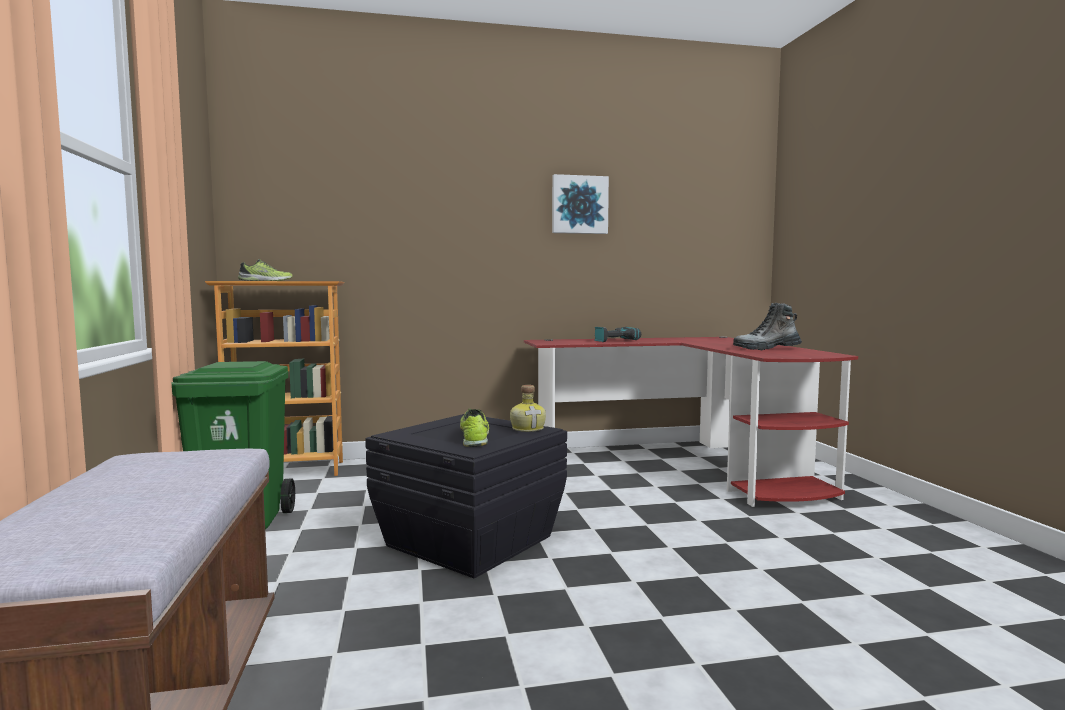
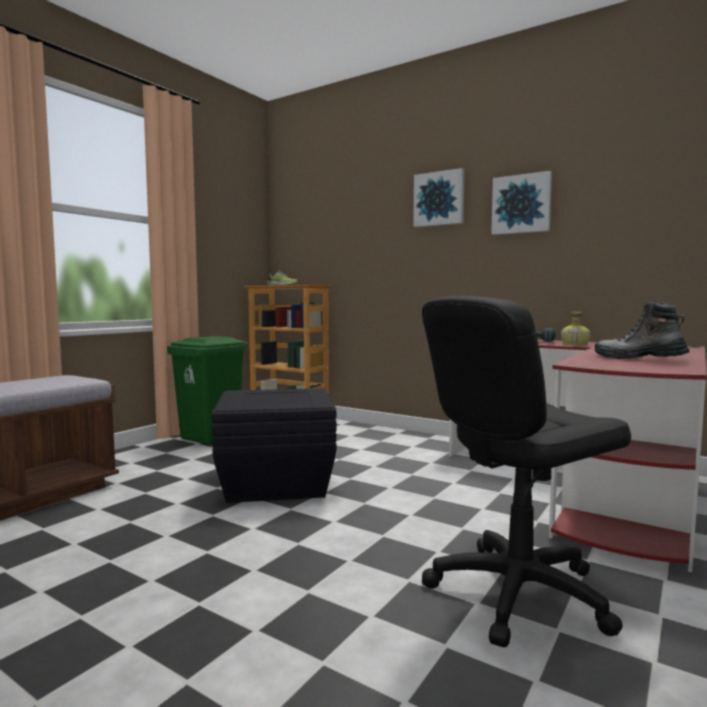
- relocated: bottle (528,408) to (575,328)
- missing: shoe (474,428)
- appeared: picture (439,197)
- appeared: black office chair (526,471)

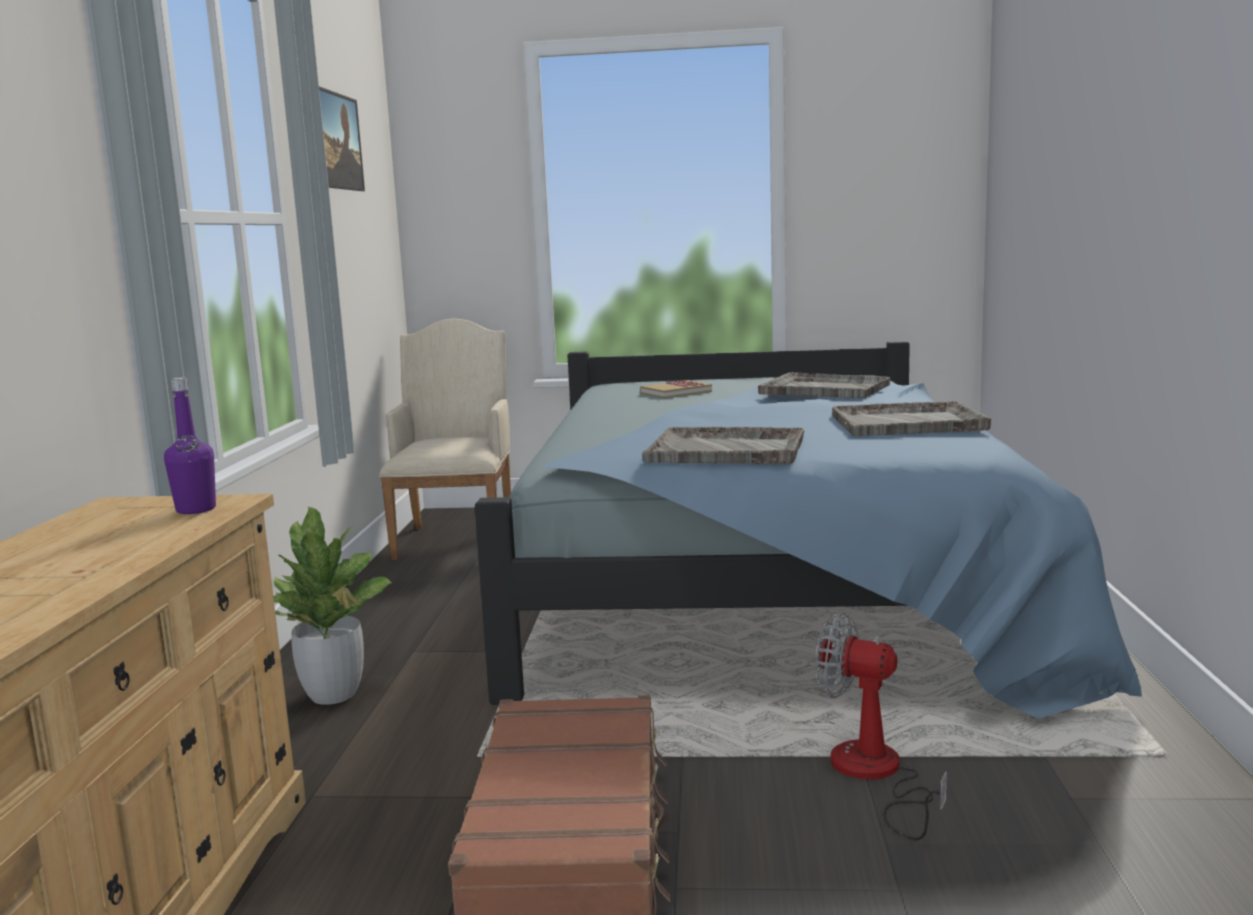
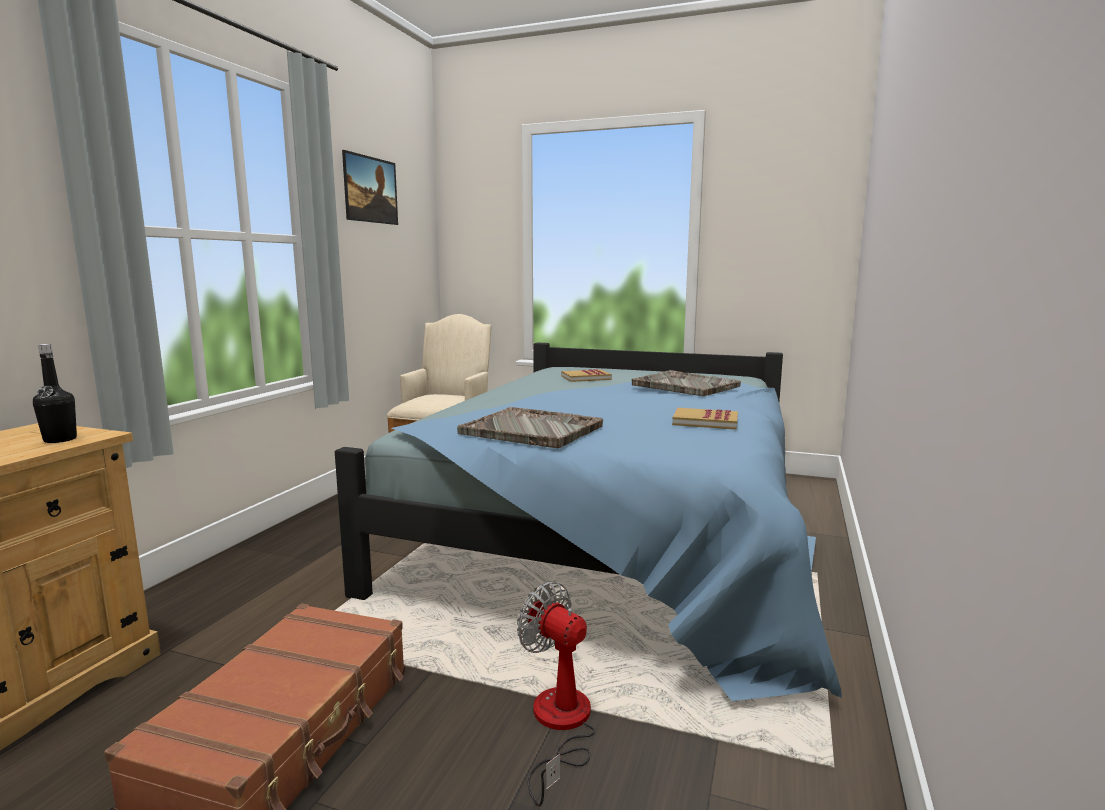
- colour: purple bottle (190,445) to black bottle (55,393)
- exchanged: grey tray (911,418) to book (705,419)
- missing: potted plant (332,606)

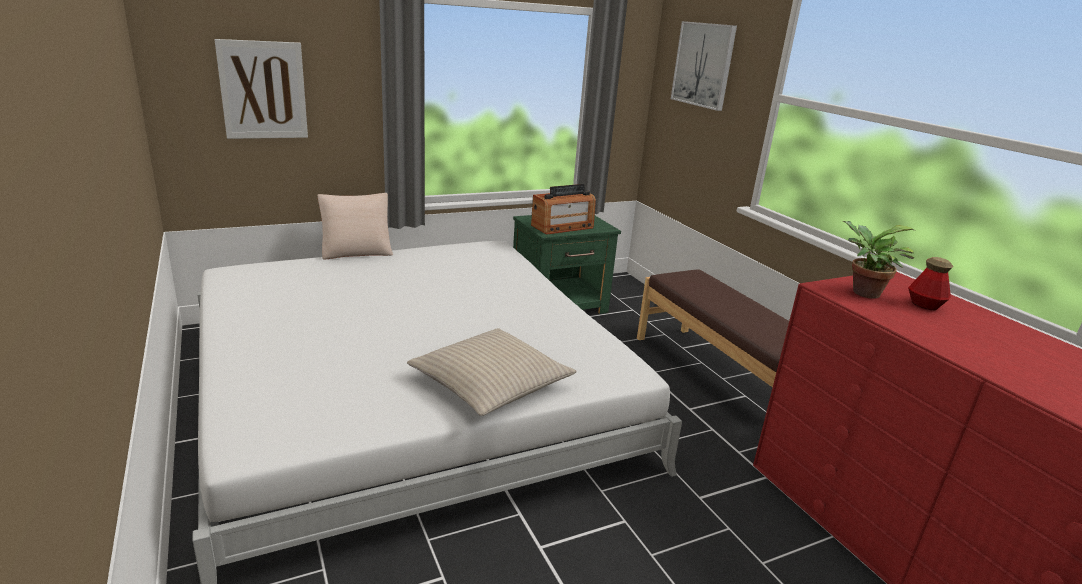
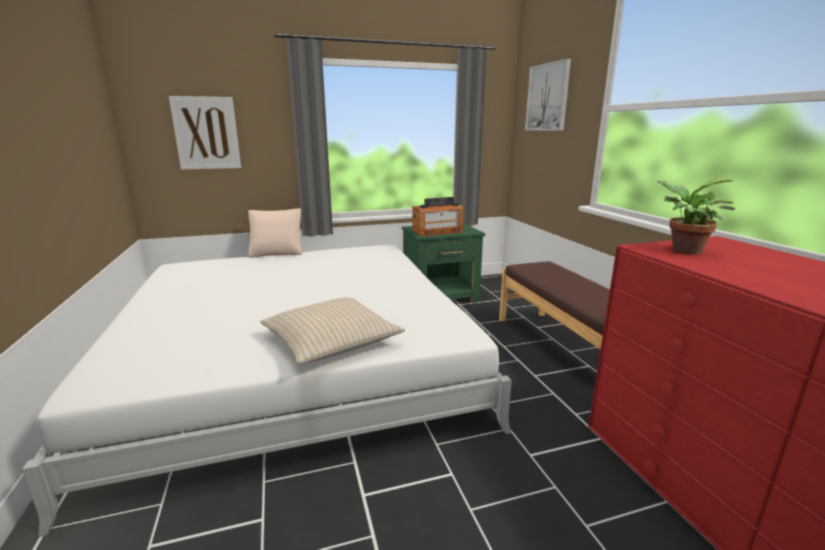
- missing: bottle (930,283)

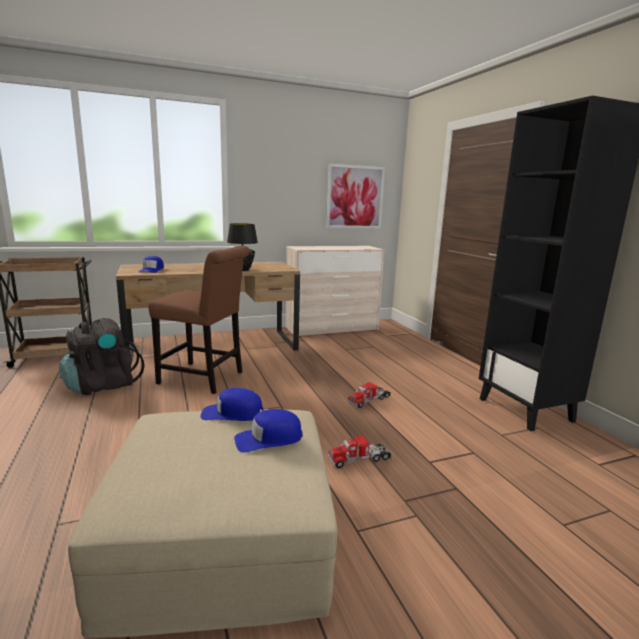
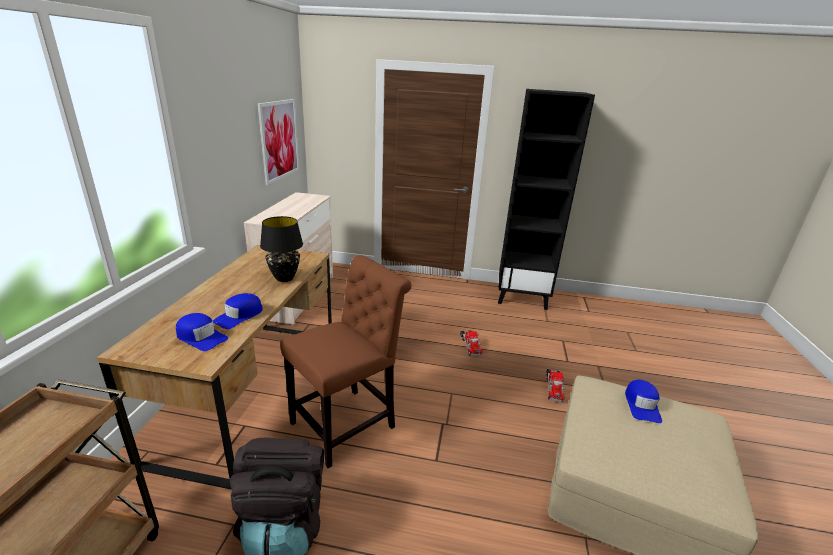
- relocated: blue cap (232,404) to (238,311)

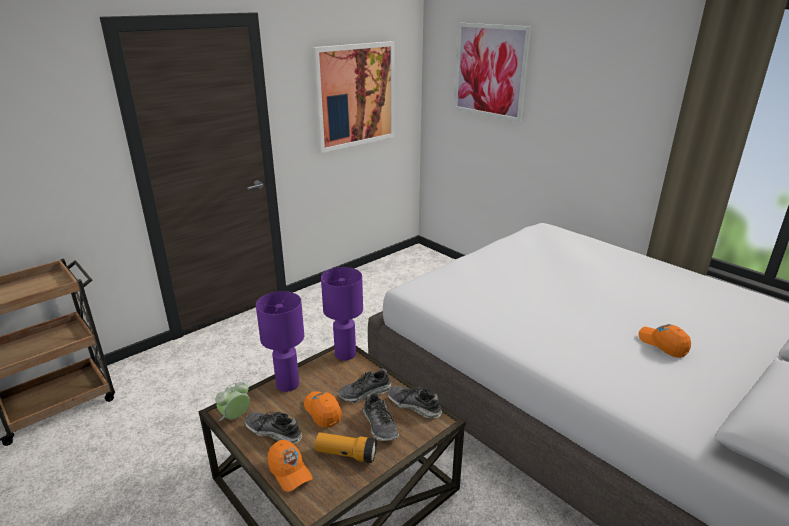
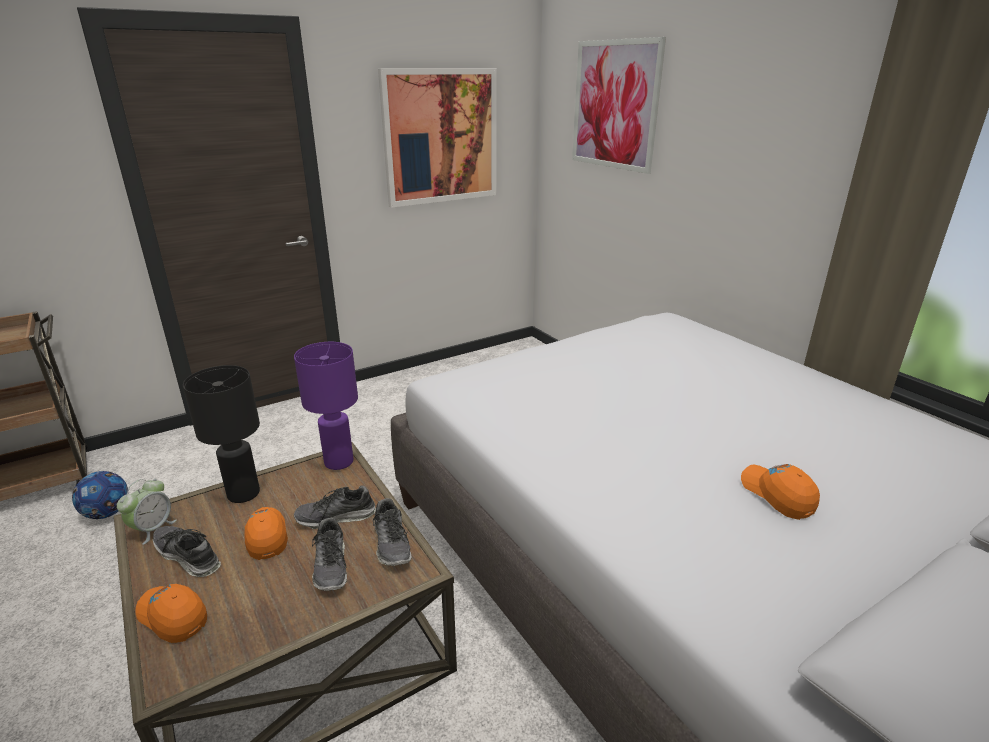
- colour: purple table lamp (280,341) to black table lamp (221,434)
- spun: alarm clock (232,401) = (147,512) 150 degrees clockwise
- spun: shoe (415,402) = (392,532) 150 degrees counterclockwise
- missing: flashlight (346,447)
- spun: orange cap (289,466) = (171,613) 150 degrees clockwise
- appeared: football (100,495)

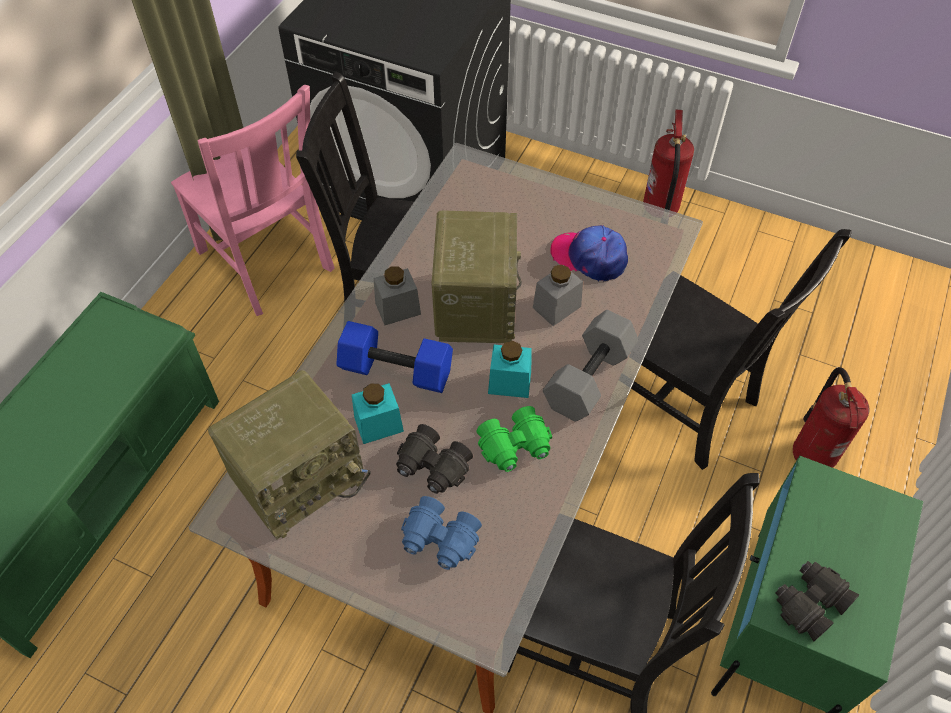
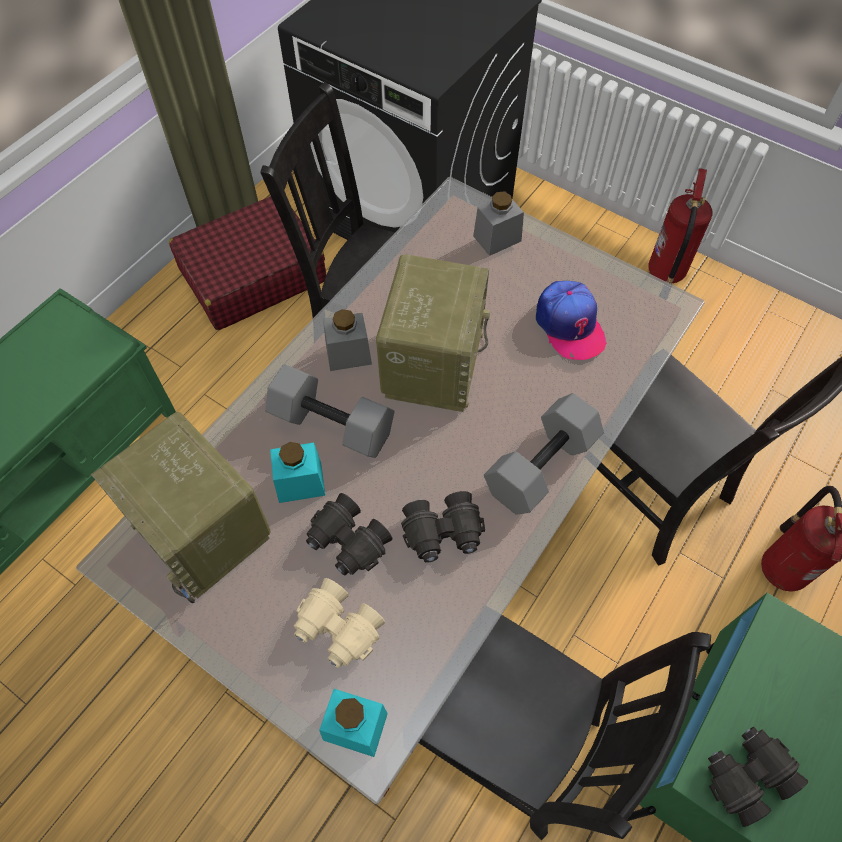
- exchanged: pink chair (252,200) to red suitcase (248,263)
- spun: cap (589,253) = (571,320) 150 degrees counterclockwise
- relocated: grey jar (558,295) to (498,224)
- colour: blue dumbbell (394,357) to grey dumbbell (330,411)
- relocated: turquoise jar (510,369) to (353,723)
- spun: radio (289,454) = (181,507) 75 degrees clockwise
- colour: green binoculars (514,439) to black binoculars (443,527)
- colour: blue binoculars (441,533) to beige binoculars (339,623)

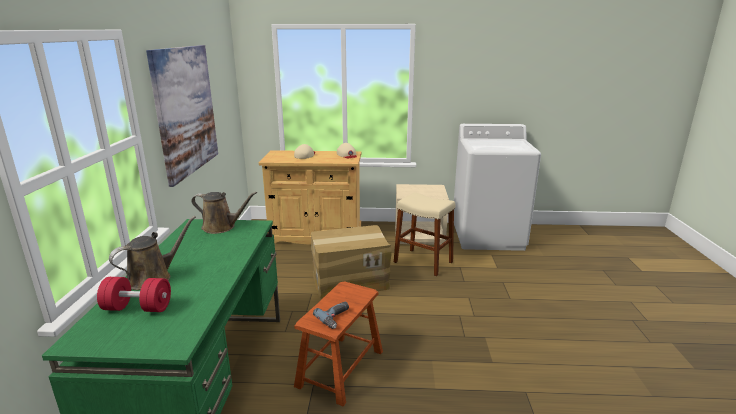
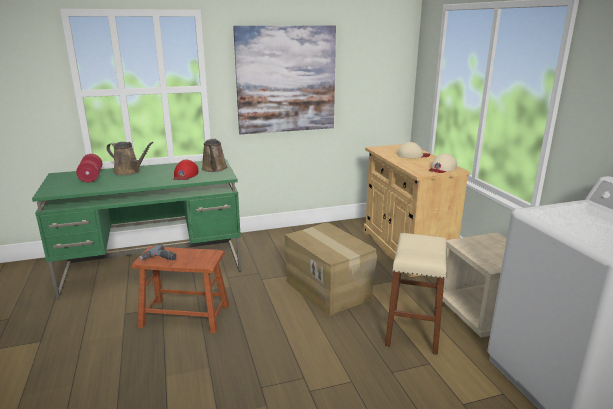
- appeared: red cap (186,169)

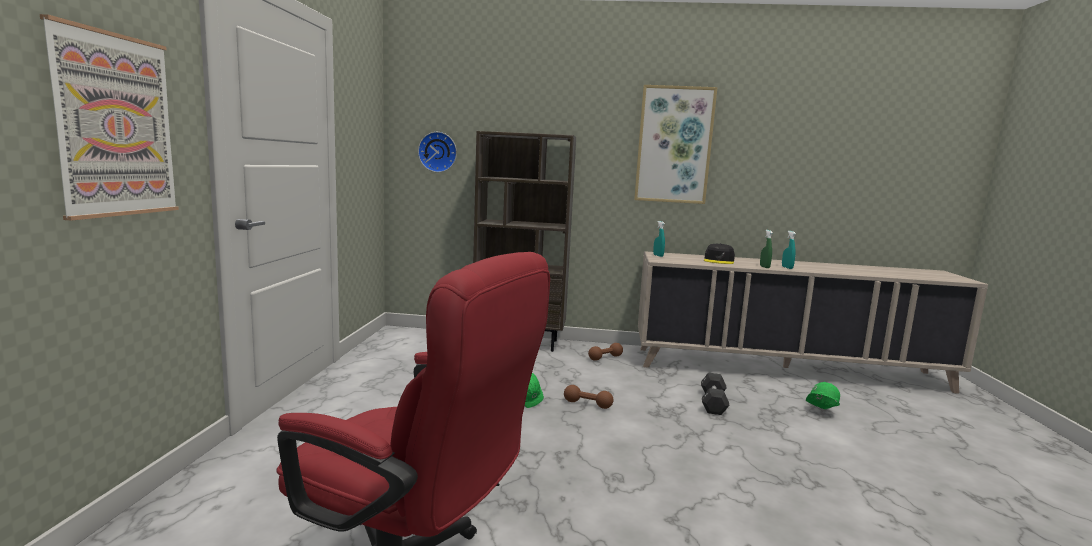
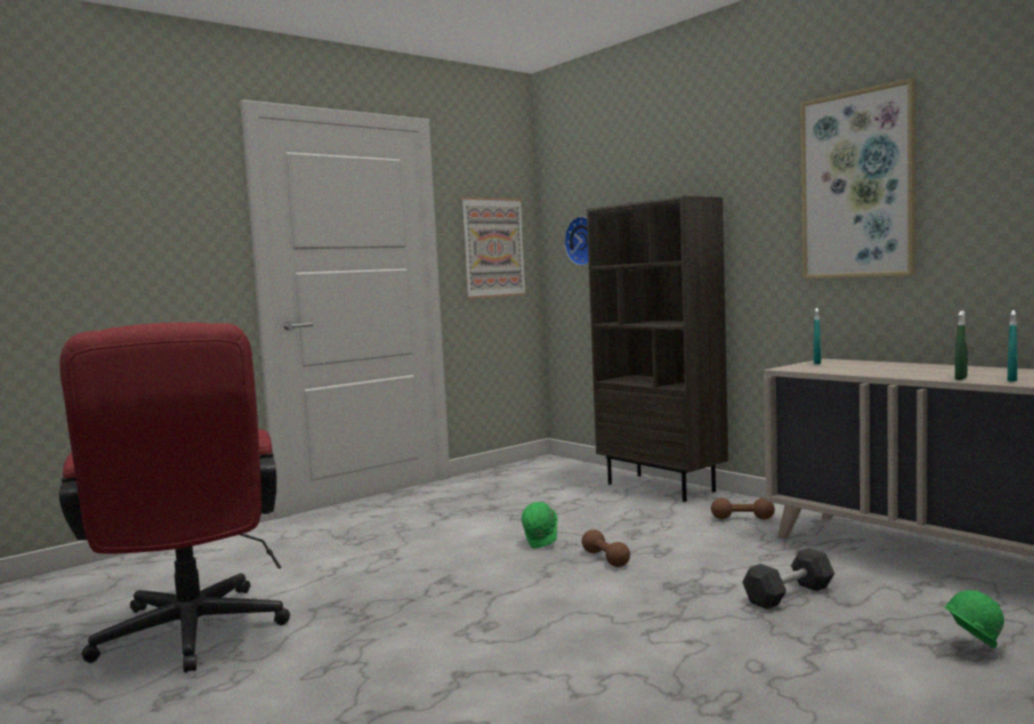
- relocated: picture (109,117) to (493,248)
- missing: black cap (719,253)

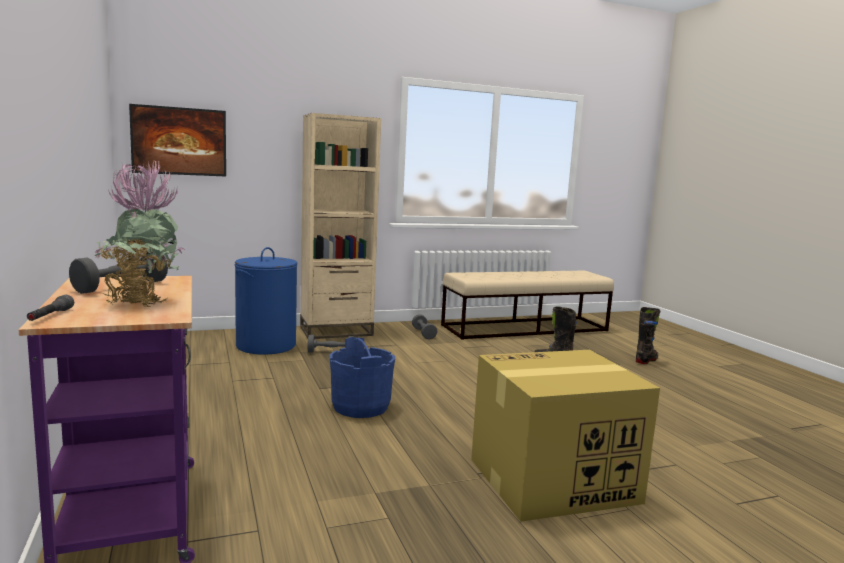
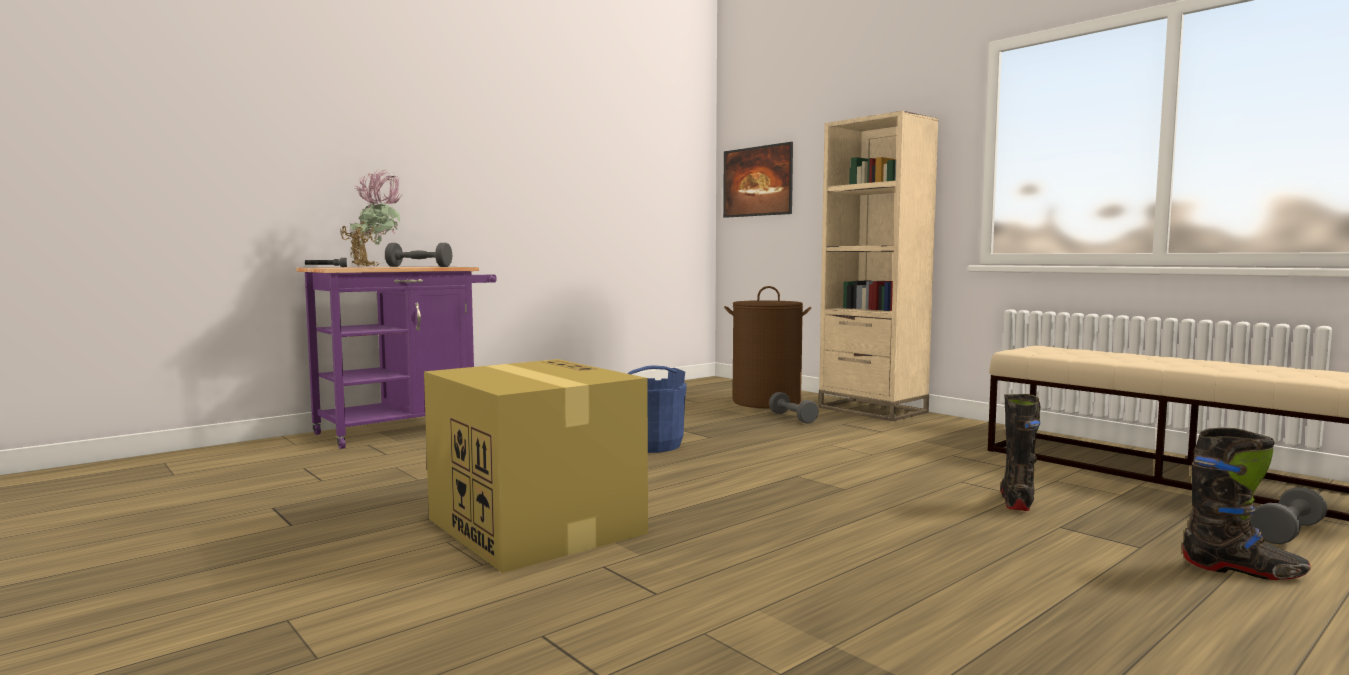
- colour: blue laundry basket (266,300) to brown laundry basket (767,347)
- relocated: grey dumbbell (424,326) to (1288,515)

